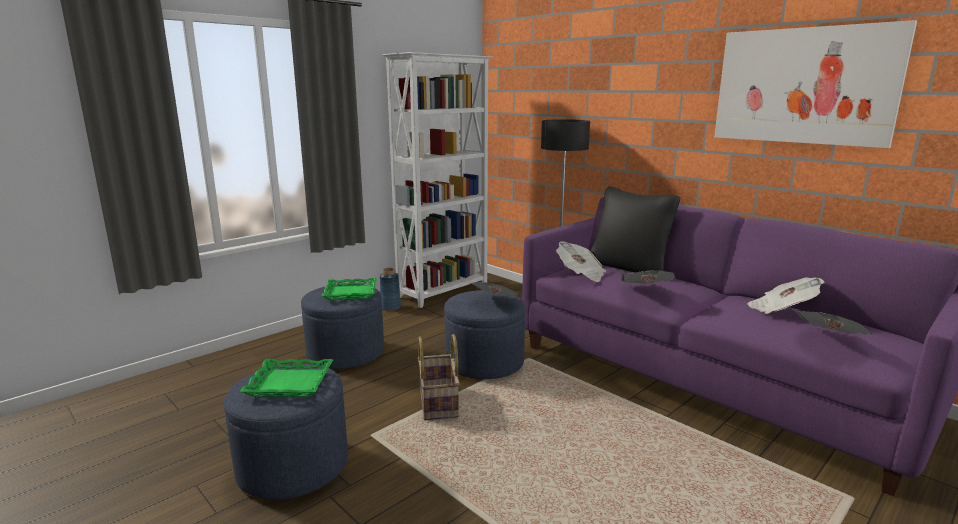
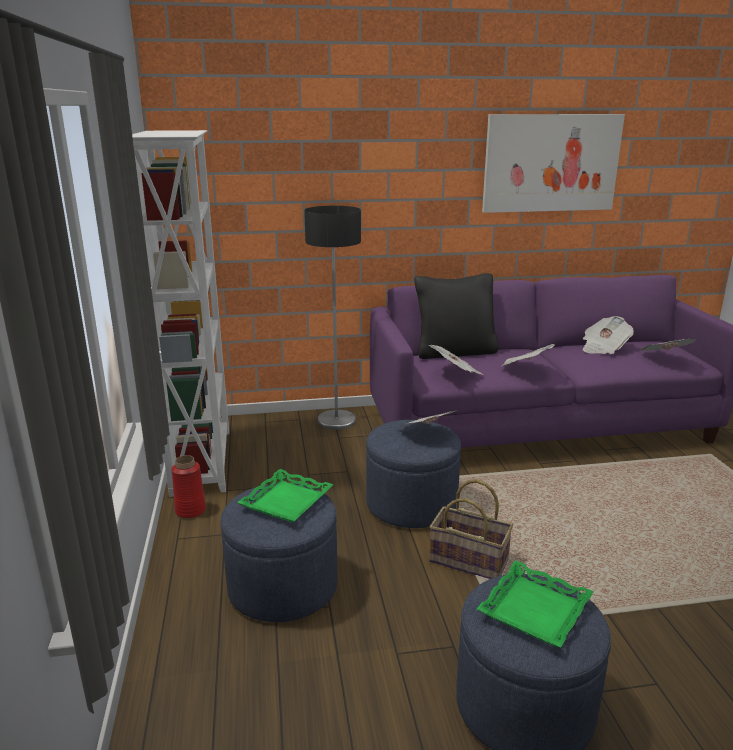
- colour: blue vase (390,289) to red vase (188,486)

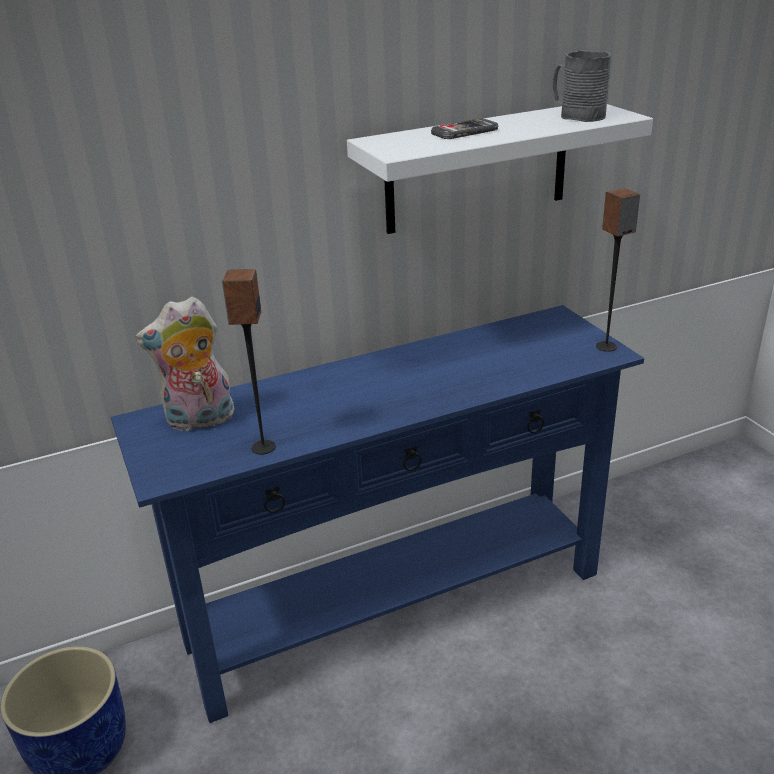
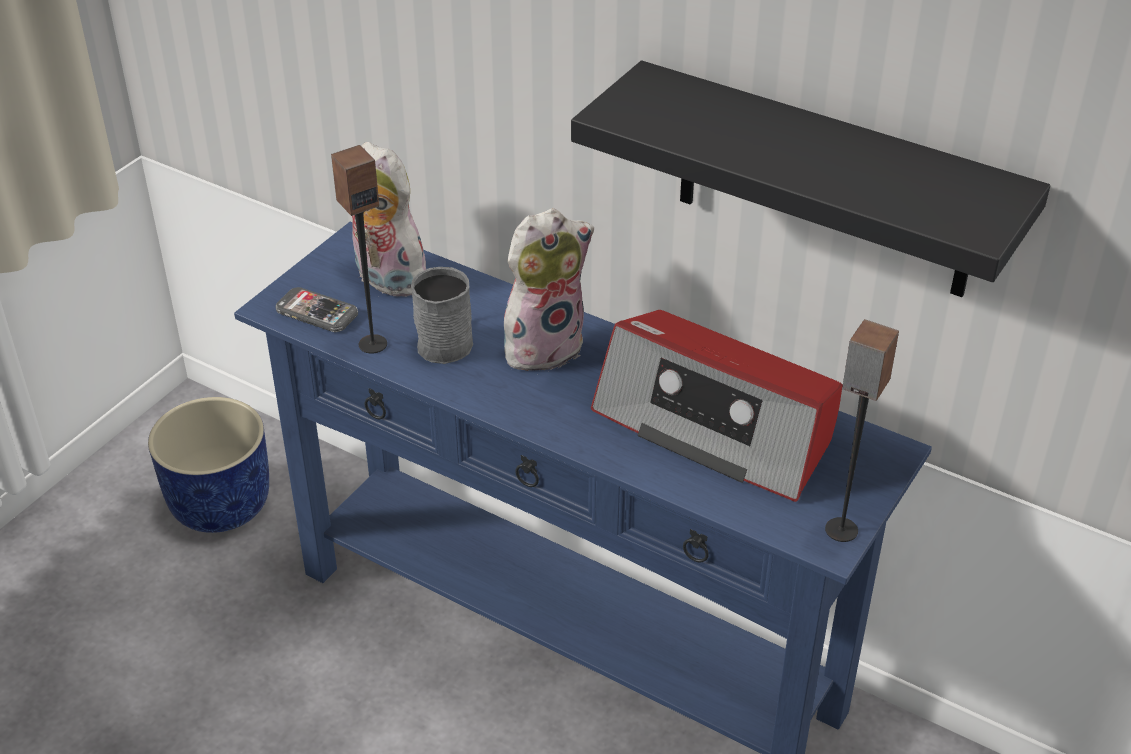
- relocated: grey mug (582,86) to (442,315)
- colour: white shelf (500,169) to black shelf (810,179)
- relocated: phone (465,128) to (317,309)
- appeared: plush toy (549,290)
- appeared: radio (717,406)

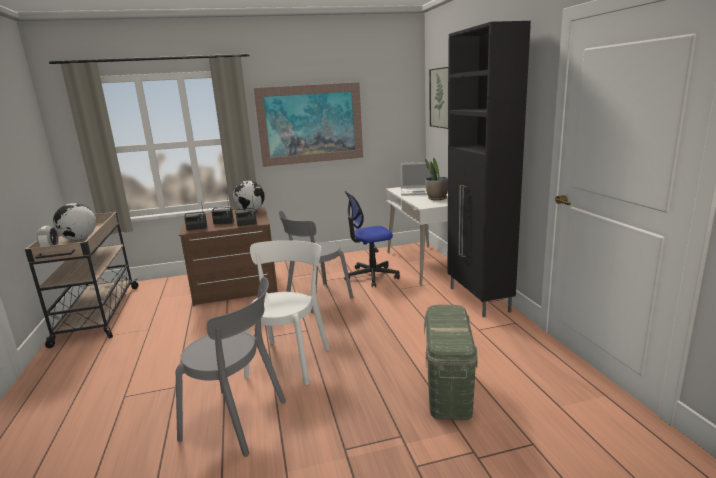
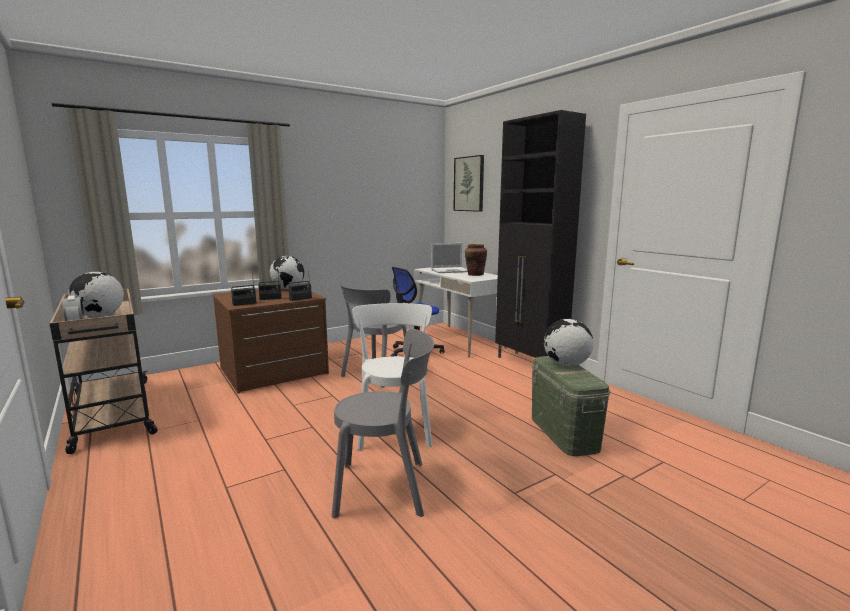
- missing: picture (308,124)
- exchanged: potted plant (436,179) to brown vase (476,260)
- appeared: globe (568,343)

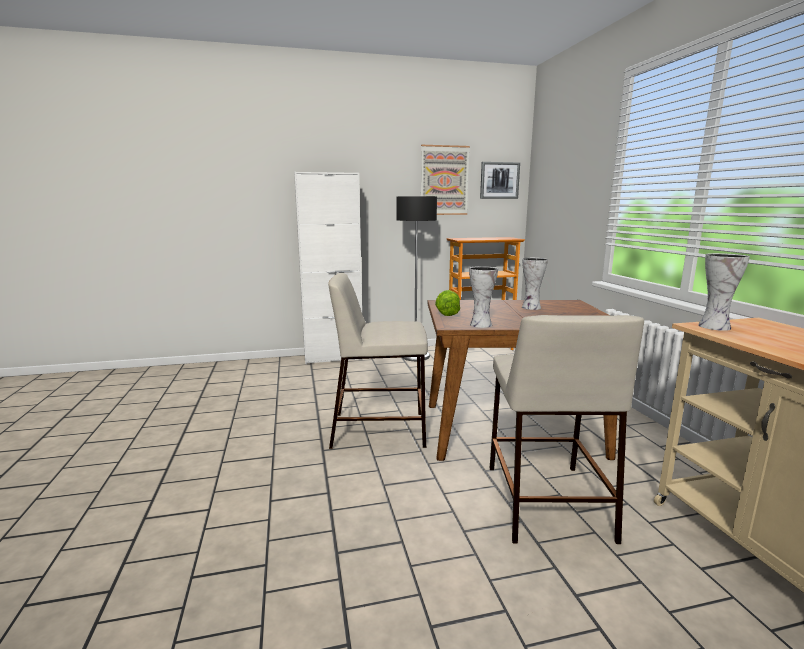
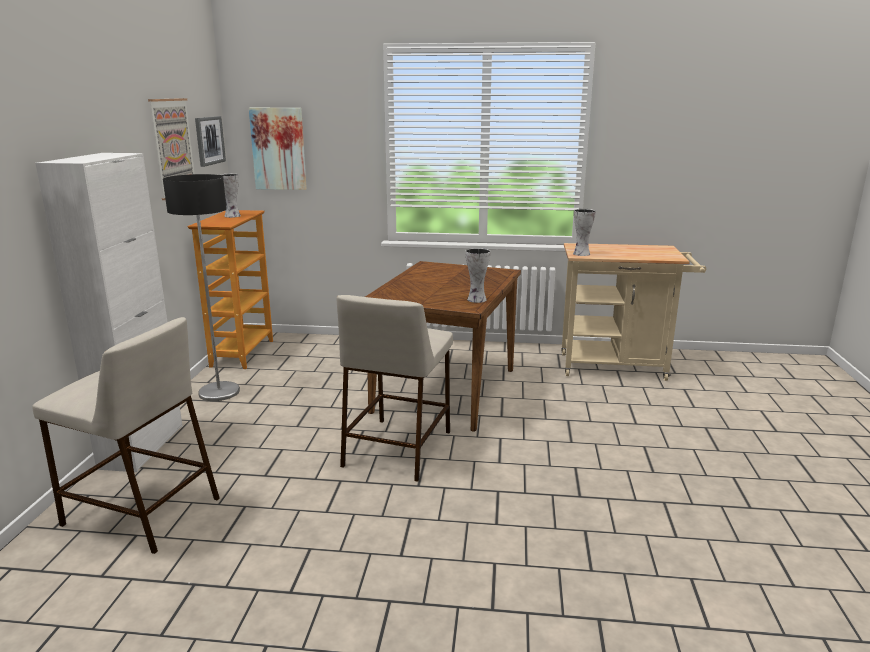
- relocated: vase (535,284) to (230,196)
- missing: lettuce (447,303)
- relocated: beige stool (567,429) to (125,435)
- appeared: picture (278,149)

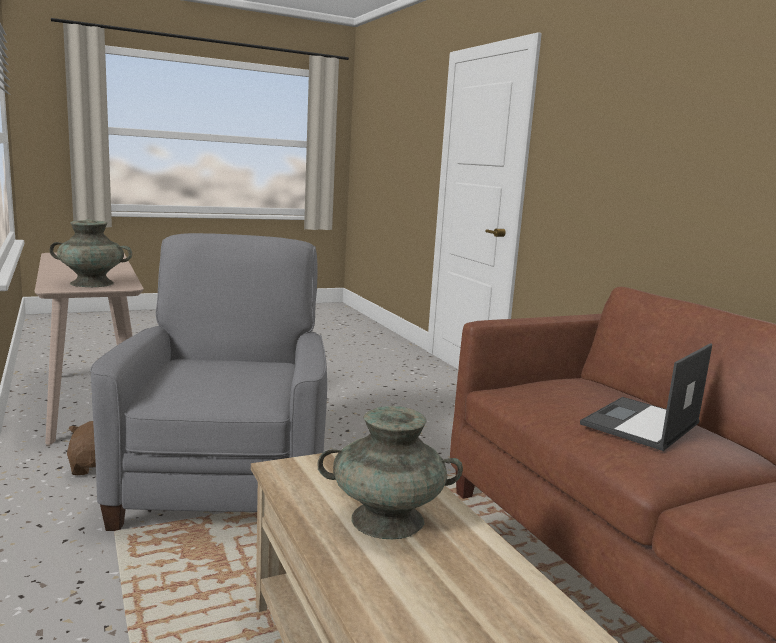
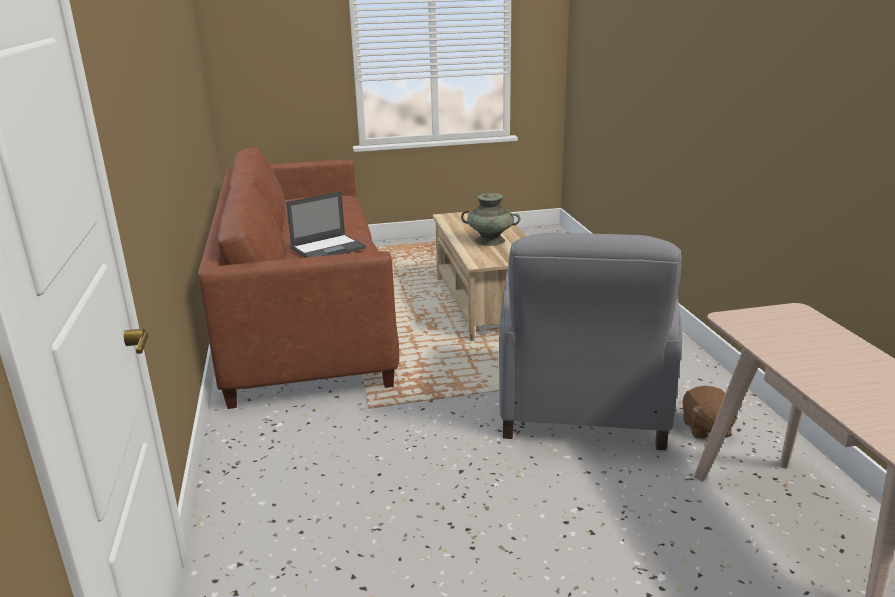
- missing: turquoise vase (91,253)

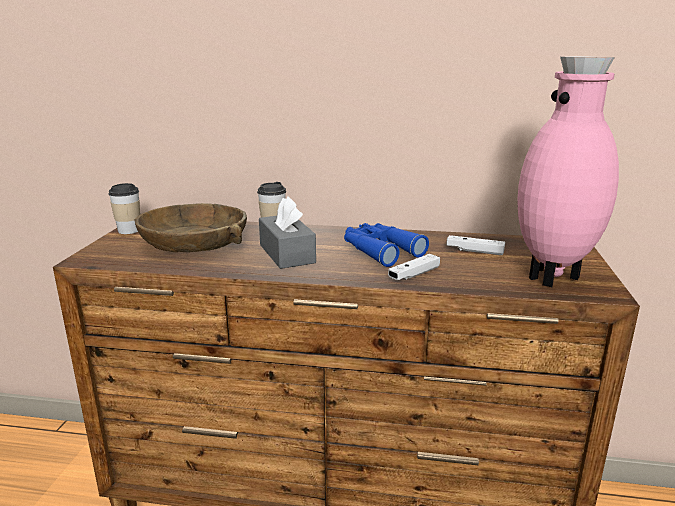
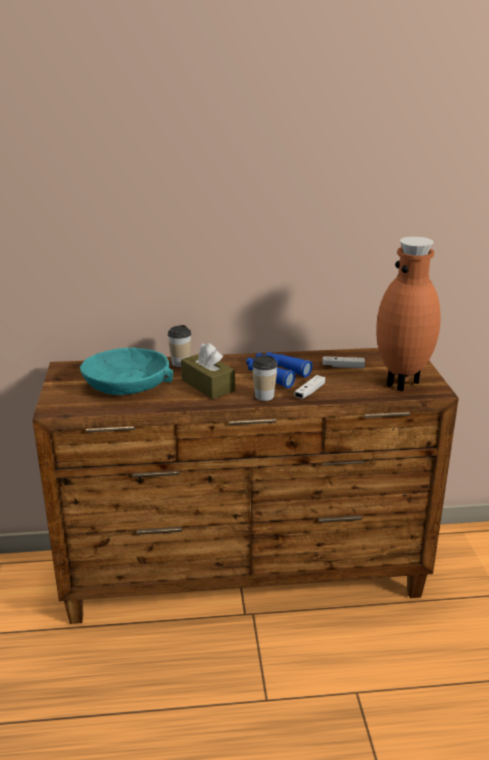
- colour: pink vase (568,171) to brown vase (408,313)
- relocated: cup (124,208) to (265,378)
- colour: grey tissue box (287,232) to brown tissue box (208,371)
- colour: brown bowl (190,227) to turquoise bowl (126,371)

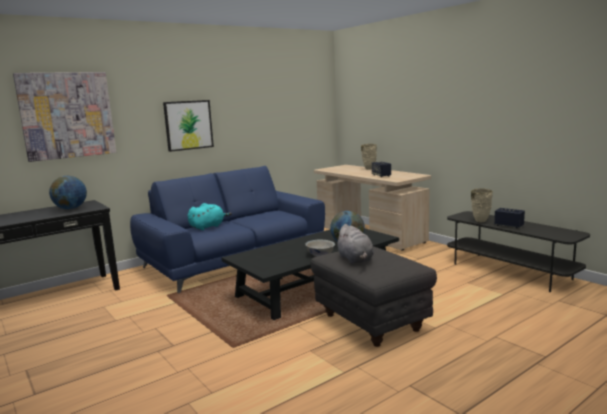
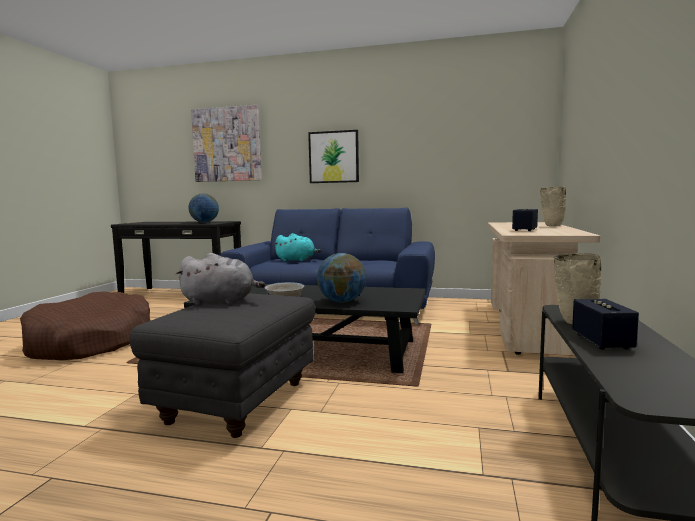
- spun: grey plush toy (355,244) = (220,279) 120 degrees counterclockwise
- appeared: brown dog bed (85,325)

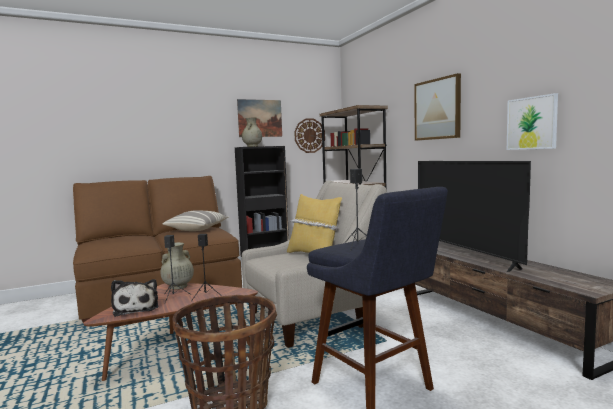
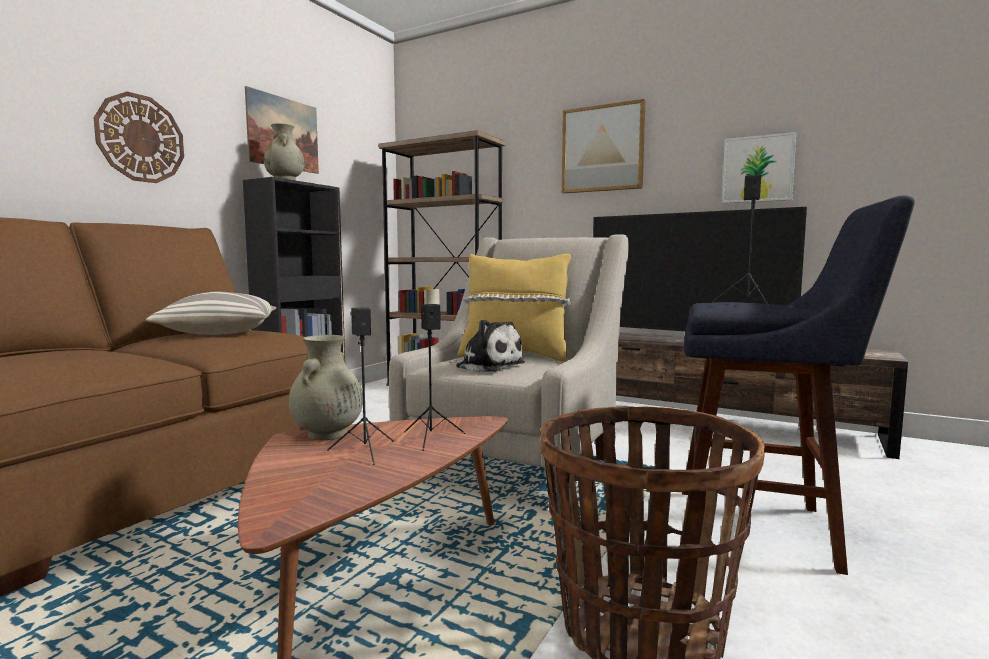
- relocated: wall clock (309,136) to (139,137)
- relocated: plush toy (135,298) to (487,346)

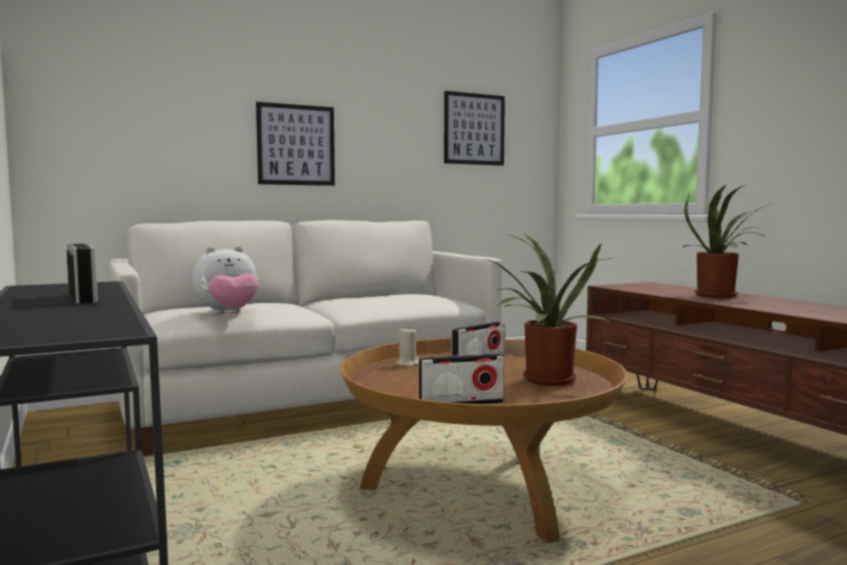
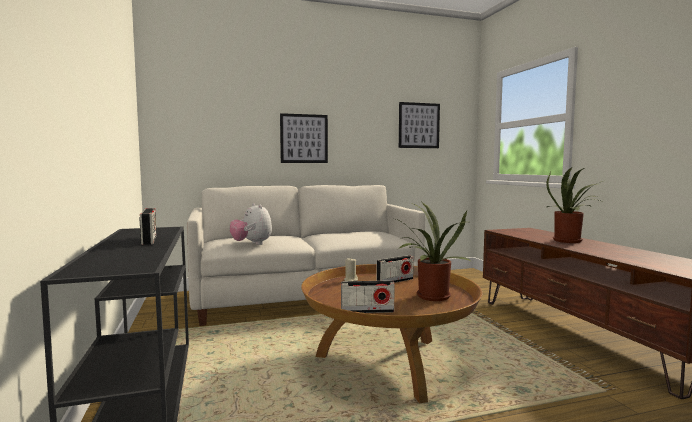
- spun: plush toy (225,280) = (251,224) 75 degrees clockwise

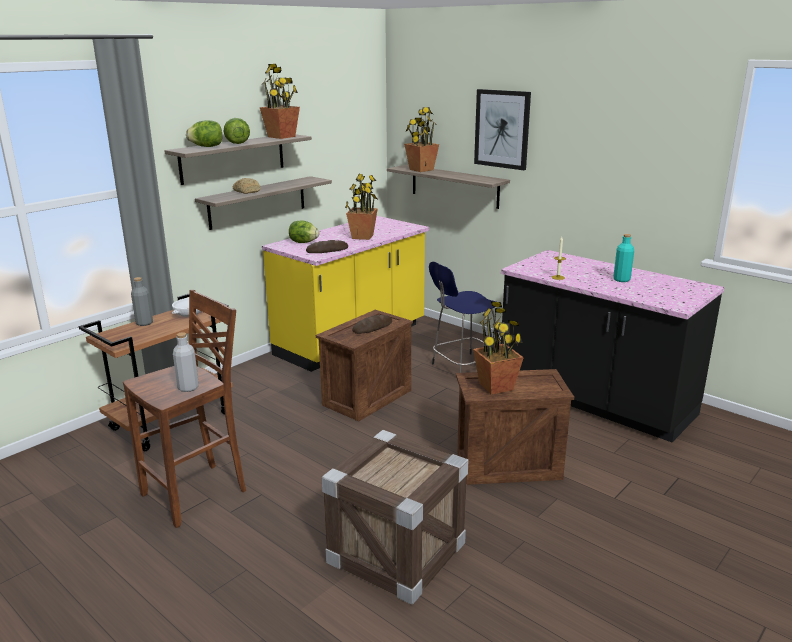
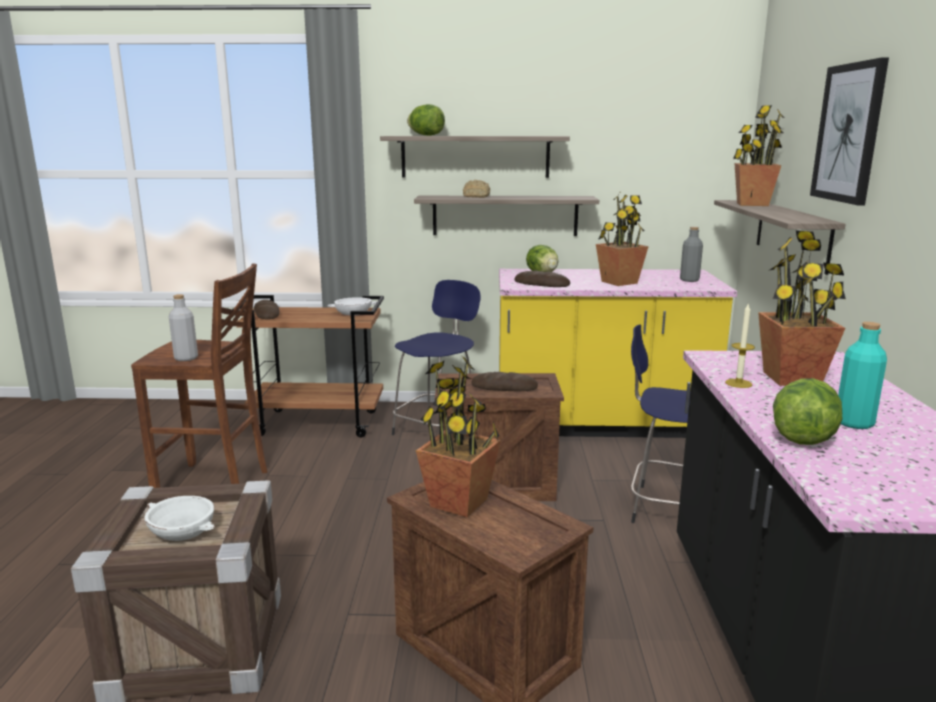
- relocated: potted plant (280,101) to (802,308)
- relocated: lettuce (236,131) to (808,411)
- relocated: grey bottle (142,301) to (691,254)
- appeared: blue stool (436,357)
- appeared: bread (266,310)
- appeared: white bowl (180,518)

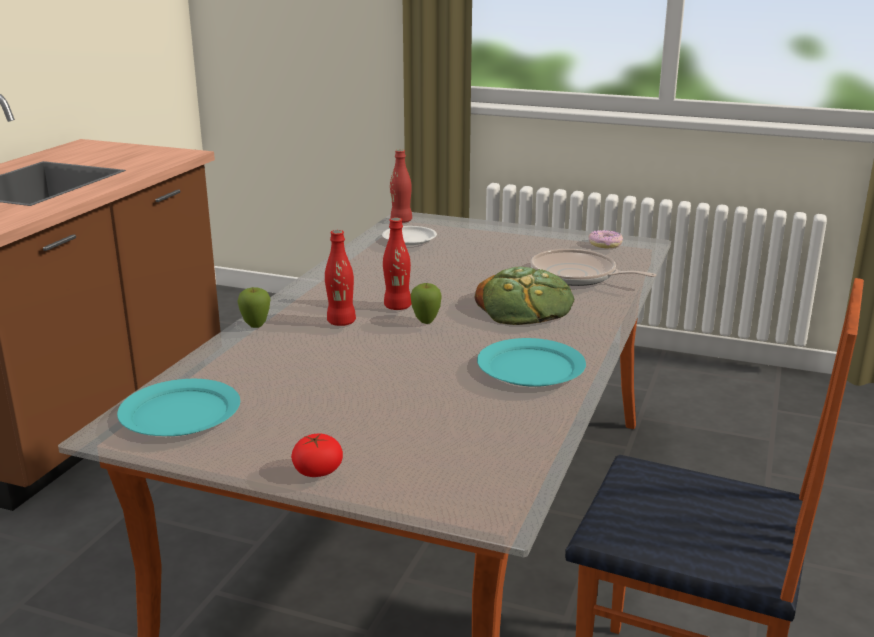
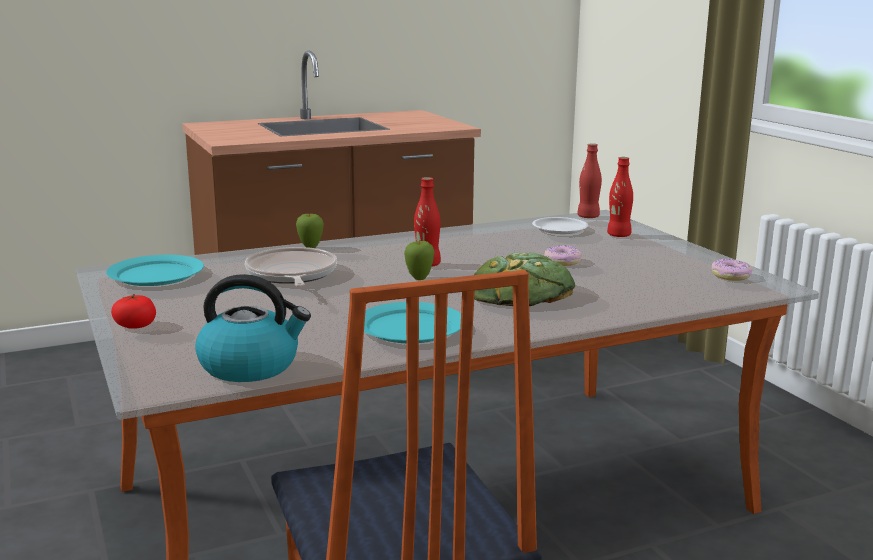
- relocated: red bottle (340,278) to (620,197)
- relocated: frying pan (593,267) to (291,267)
- appeared: donut (563,255)
- appeared: kettle (253,328)

